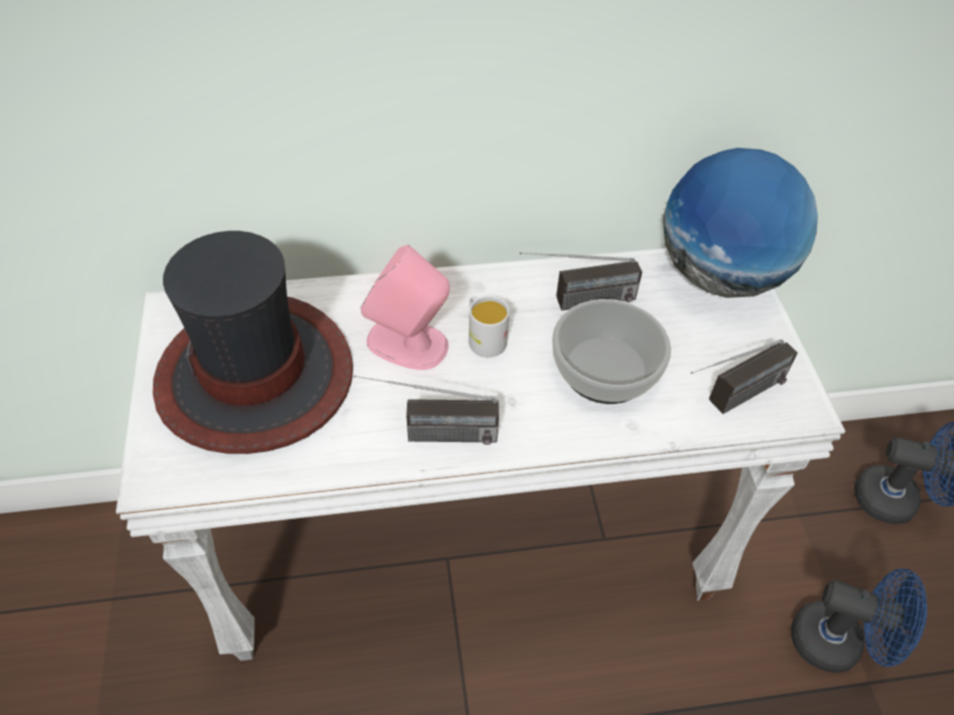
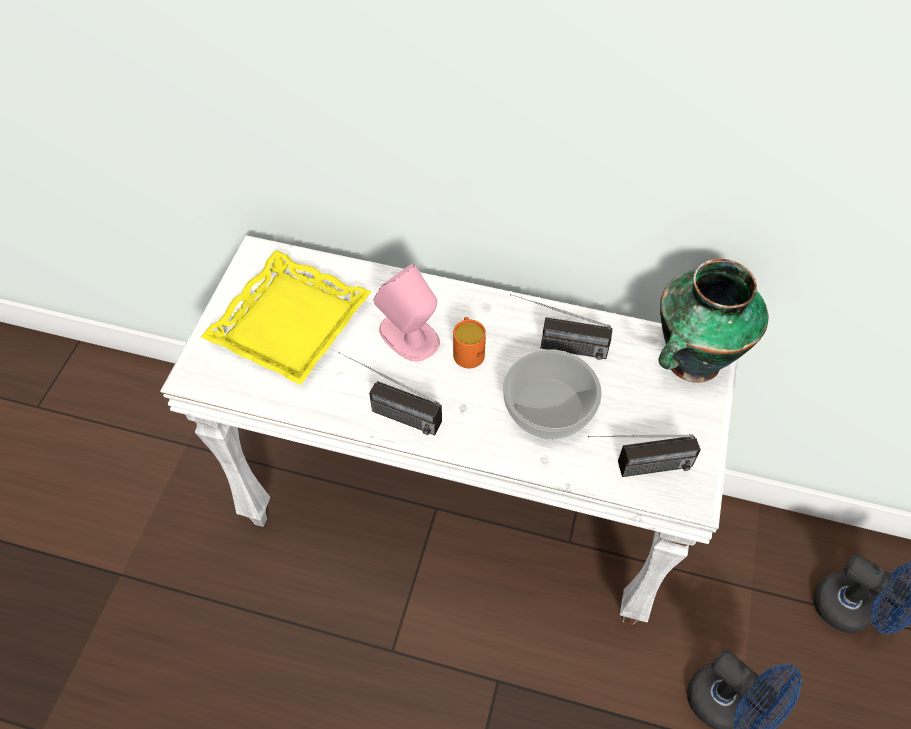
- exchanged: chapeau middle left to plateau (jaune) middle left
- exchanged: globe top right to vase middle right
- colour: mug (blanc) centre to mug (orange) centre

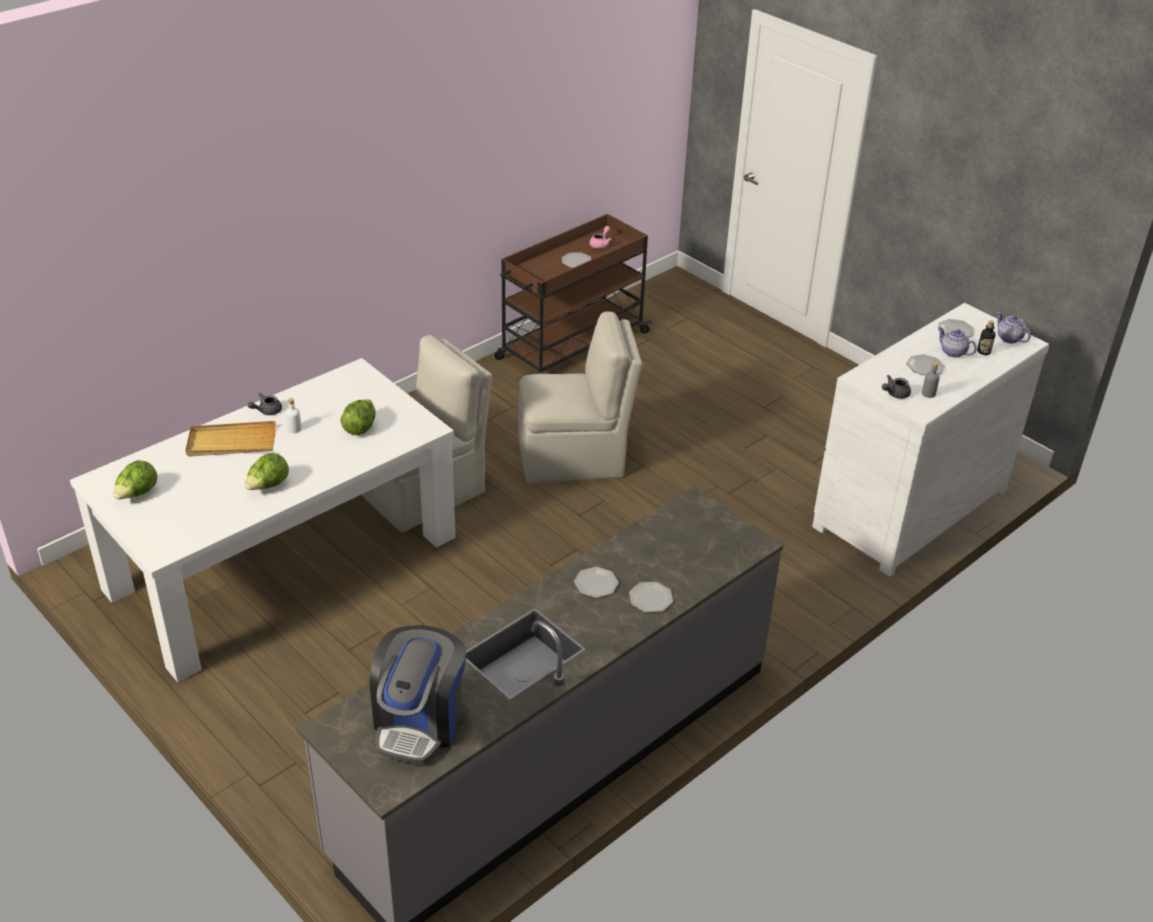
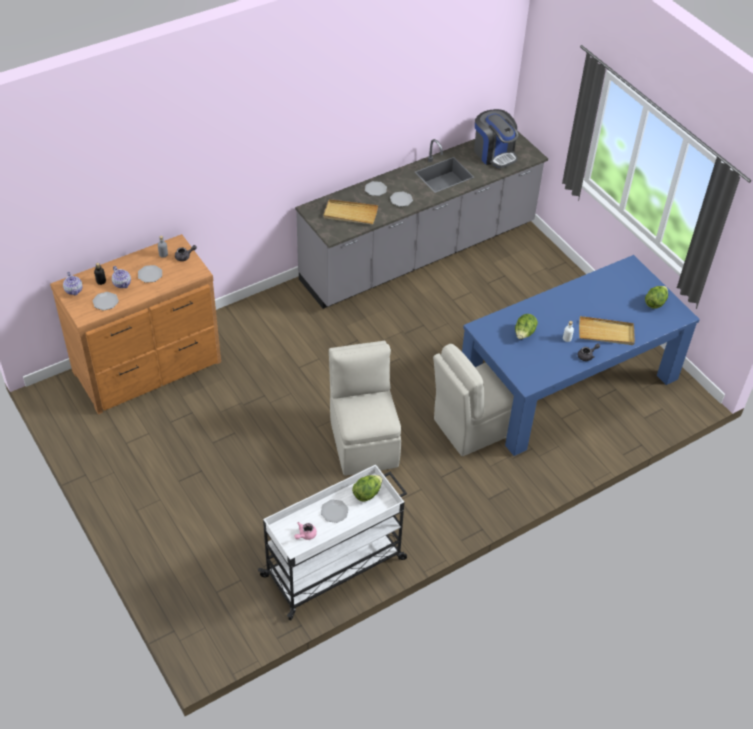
- appeared: plateau (beige) (no. 1 from left) top centre
- relocated: laitue (no. 2 from left in the first image) middle left to laitue (no. 1 from left) bottom centre
- colour: table à manger (blanc) middle left to table à manger (bleu) middle right
- colour: chariot (marron) top centre to chariot (blanc) bottom centre
- colour: commode (blanc) middle right to commode (marron) middle left
- spun: machine à café bottom centre = top centre 120 degrees clockwise
- spun: chaise (beige) (no. 2 from left in the first image) centre = centre 75 degrees clockwise

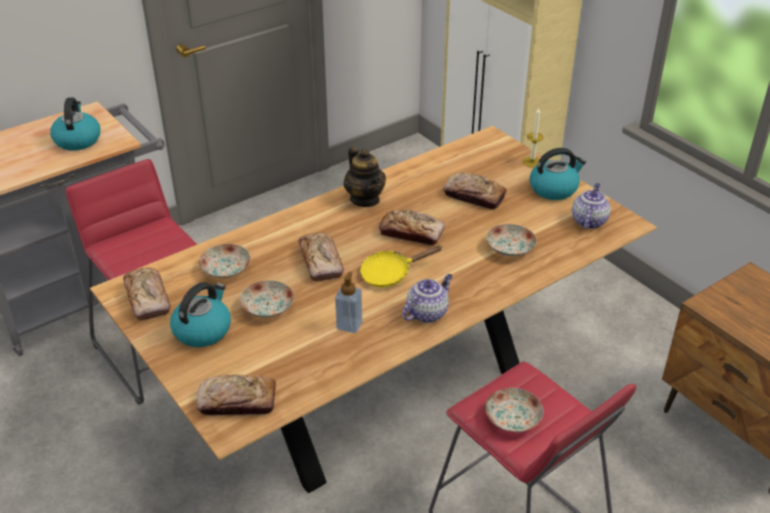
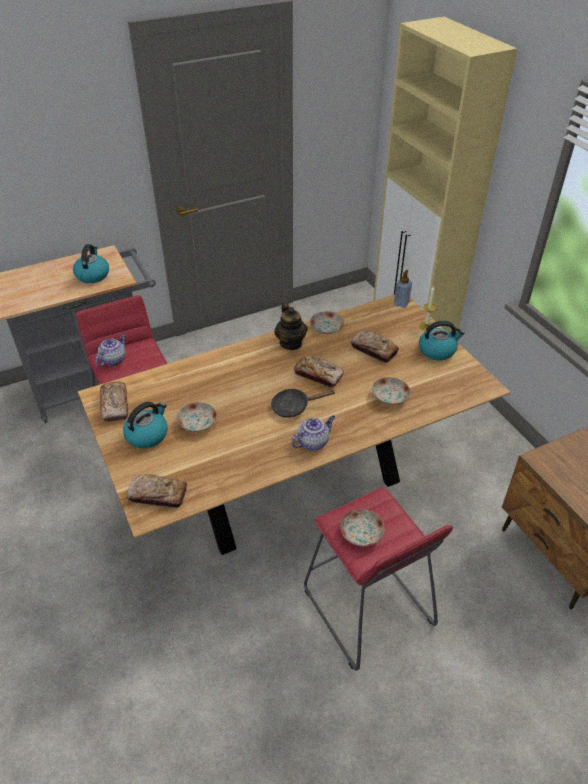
- missing: pain (no. 3 from left) centre
- relocated: assiette (no. 1 from left in the first image) middle left to assiette (no. 2 from left) centre
- relocated: distributeur de savon centre to middle right
- relocated: théière (no. 3 from left in the first image) middle right to théière (no. 1 from left) middle left
- colour: poêle (jaune) centre to poêle (noir) centre

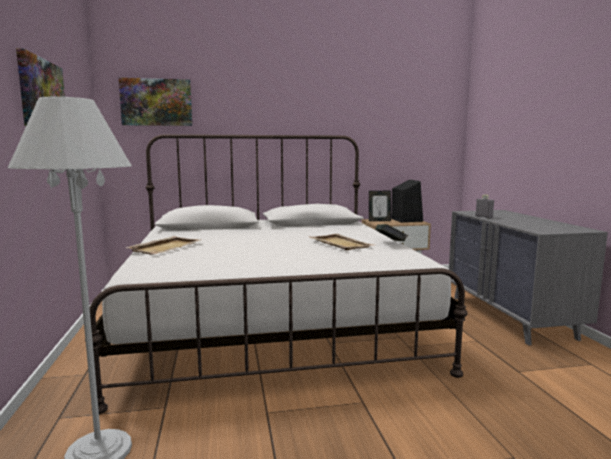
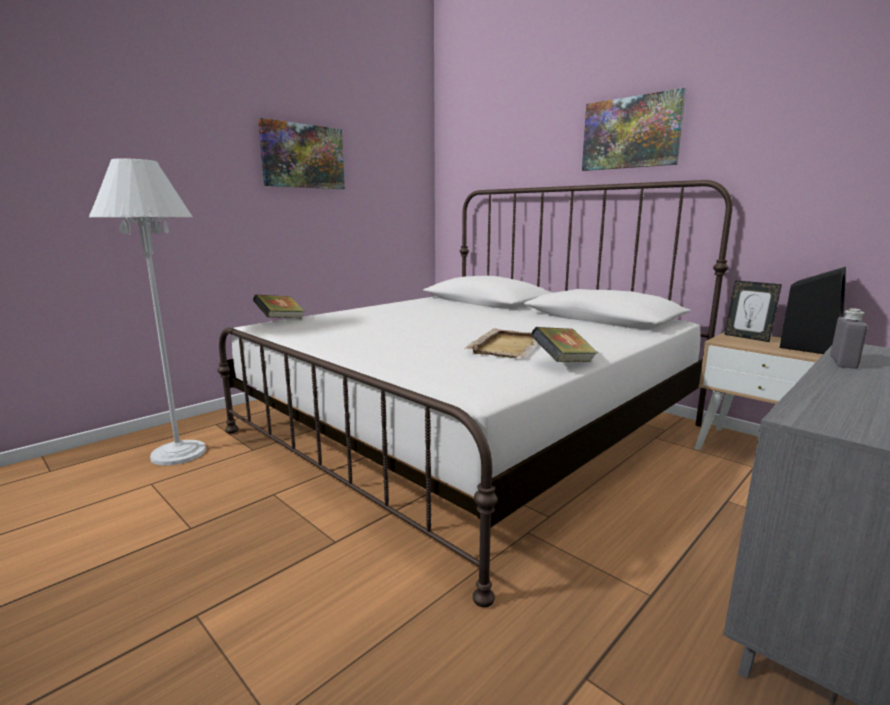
- missing: plateau (beige) (no. 1 from left) middle left
- appeared: livre (no. 1 from left) middle left
- relocated: tableau (no. 2 from left) top left to top right

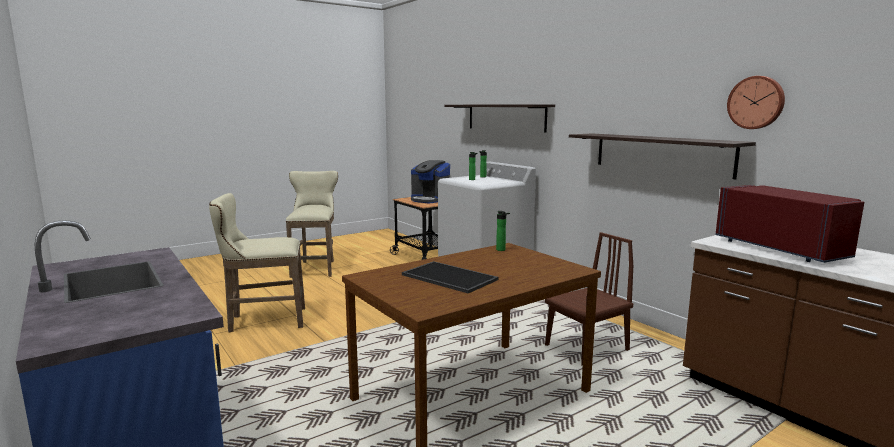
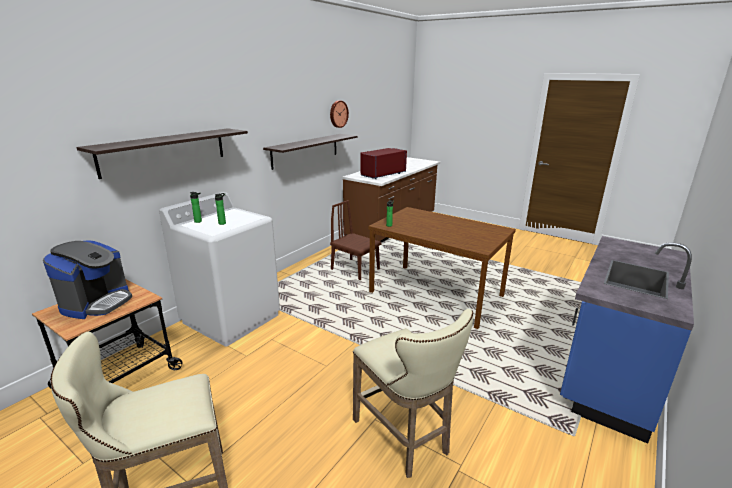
- missing: plateau centre

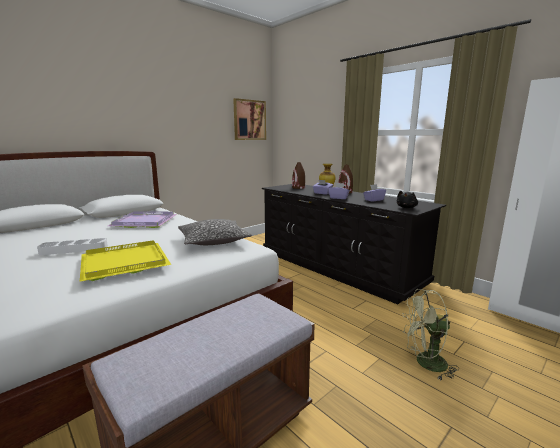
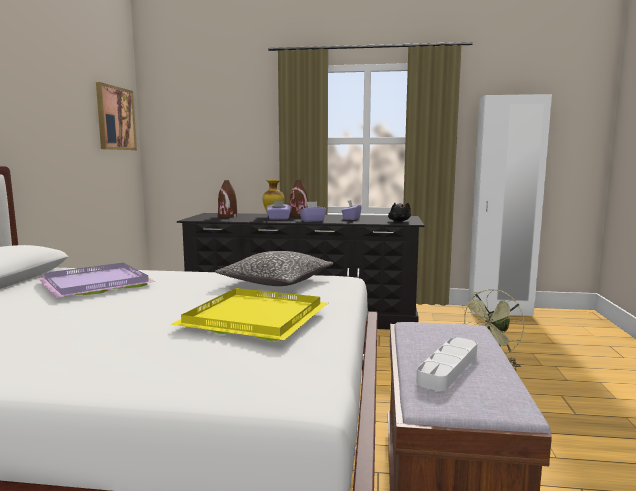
- relocated: plateau (blanc) middle left to bottom right

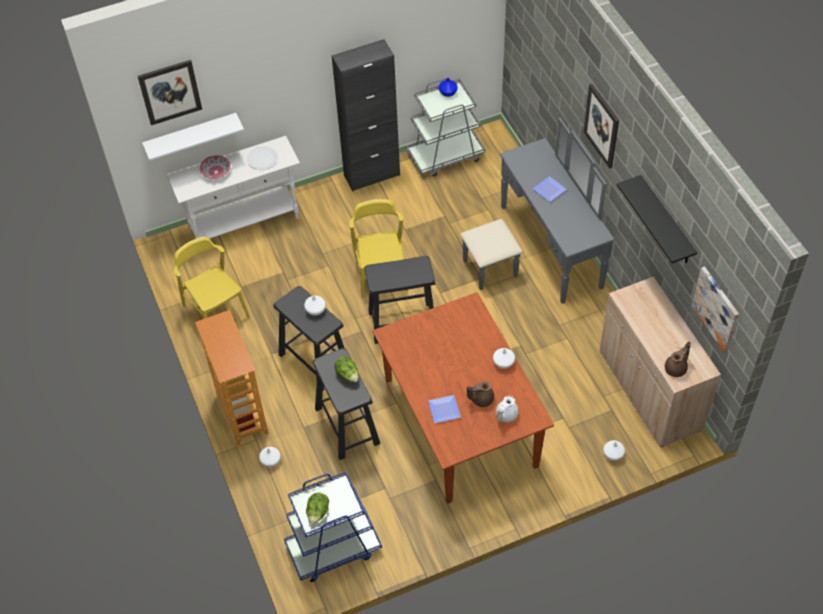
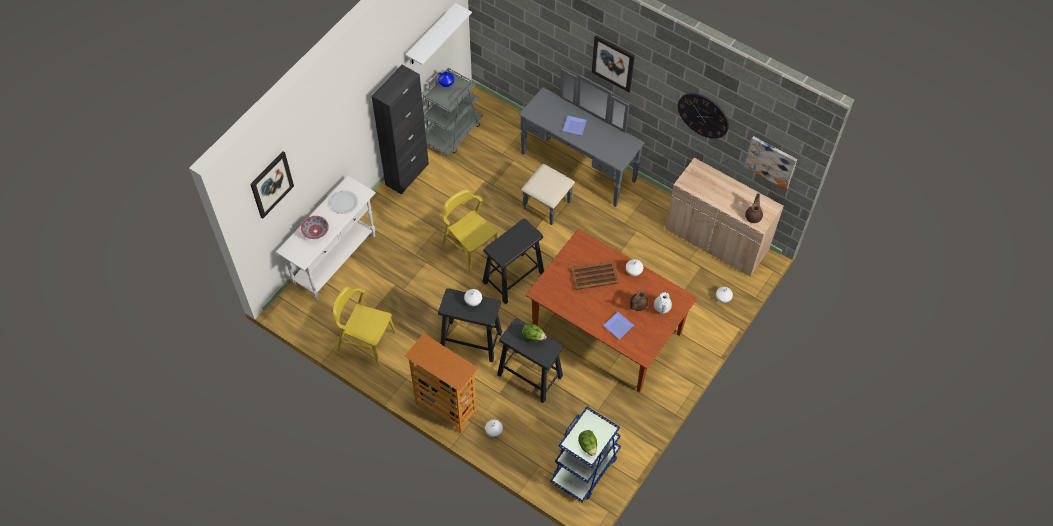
- appeared: plateau (marron) centre
- relocated: étagère (blanc) top left to top centre
- exchanged: étagère (noir) middle right to horloge murale top right

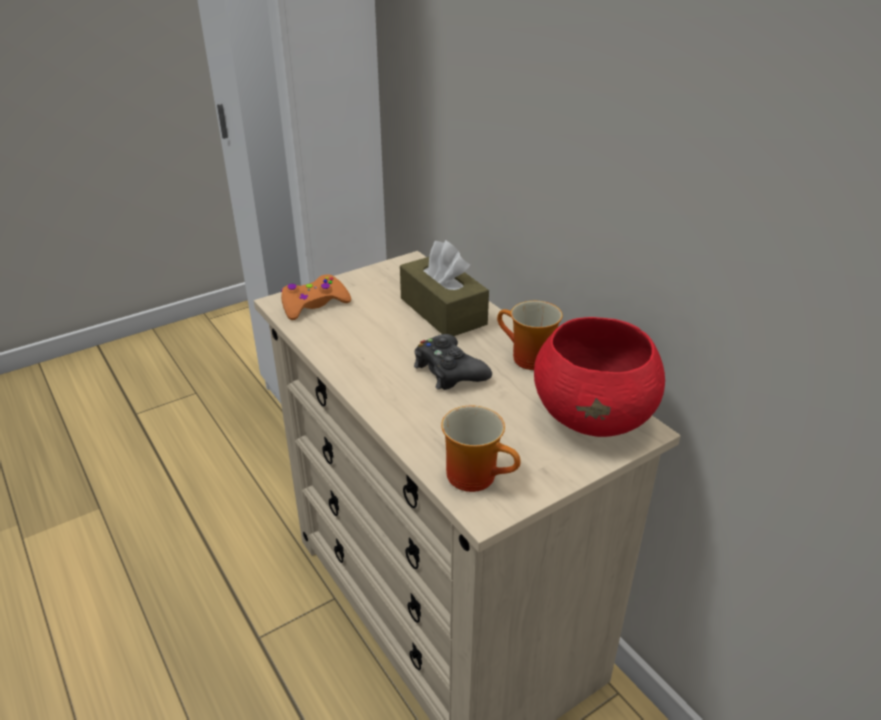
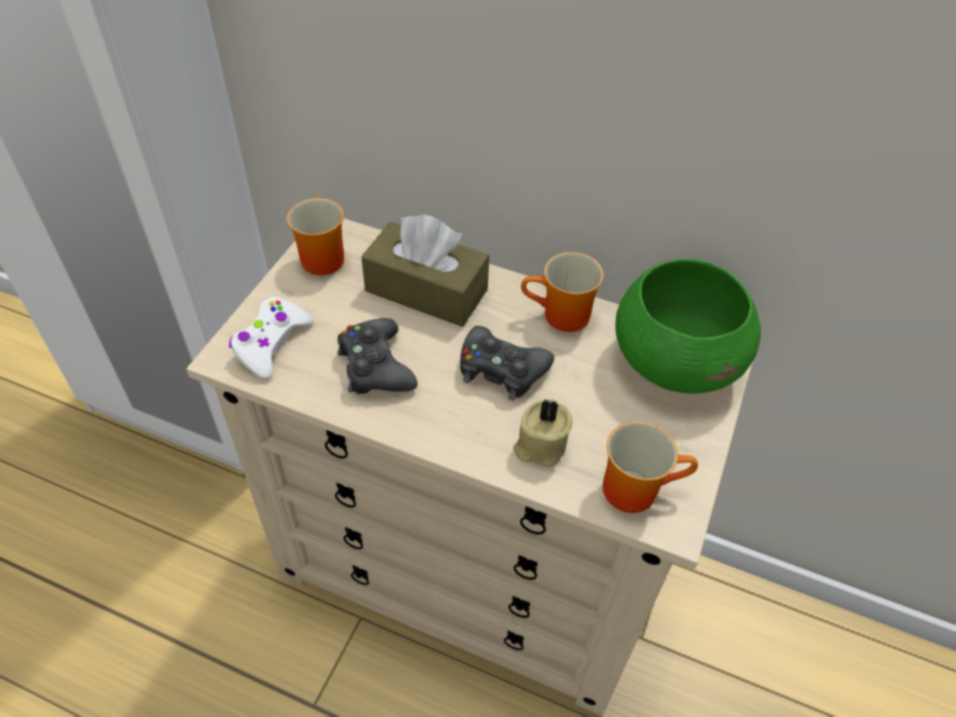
- appeared: mug (no. 1 from left) top left
- appeared: manette (noir) (no. 1 from left) centre
- appeared: bougie (beige) centre
- colour: manette (orange) centre to manette (blanc) middle left
- colour: bol (rouge) middle right to bol (vert) middle right

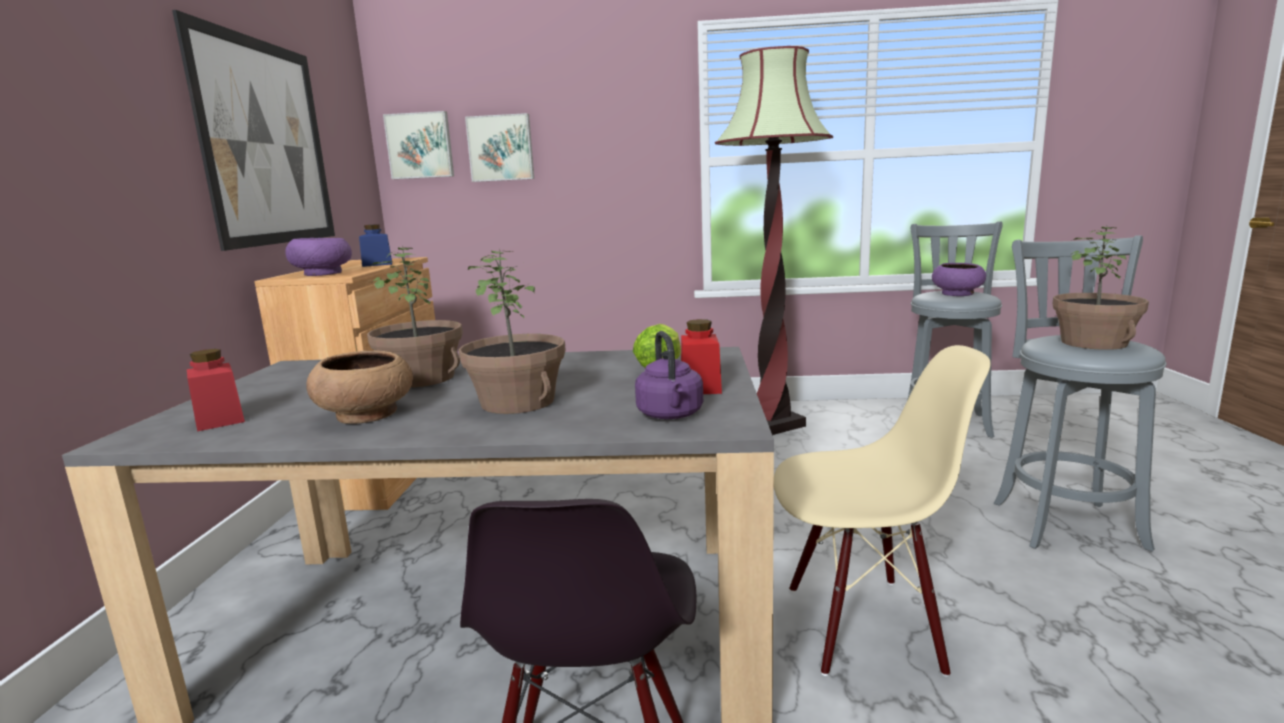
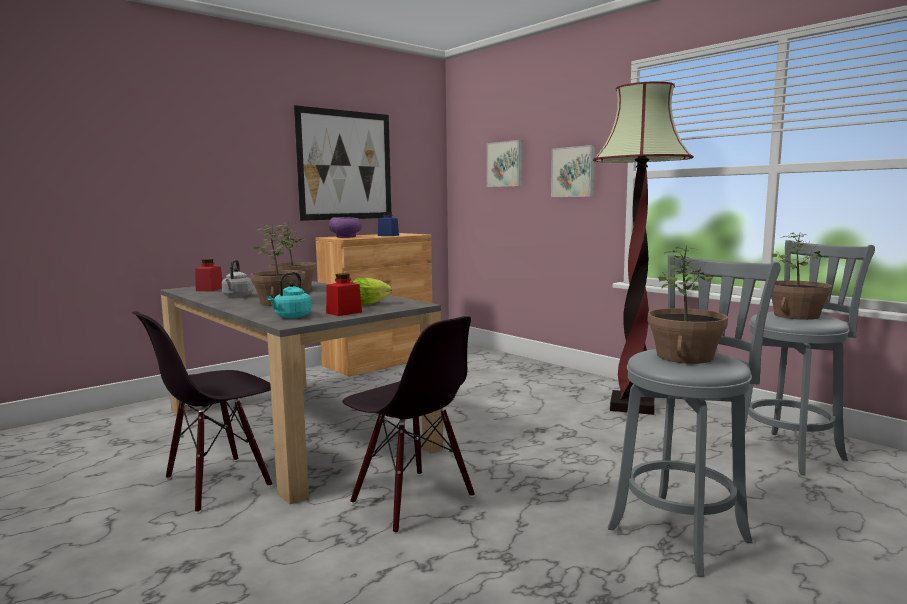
- relocated: tableau (no. 2 from left in the first image) top left to tableau (no. 3 from left) top centre
- exchanged: bol (marron) middle left to bouilloire (gris) middle left
- exchanged: bol (violet) (no. 2 from left) middle right to plante en pot (no. 4 from left) middle right
- colour: bouilloire (violet) centre to bouilloire (turquoise) middle left
- colour: chaise (beige) bottom right to chaise (noir) (no. 2 from left) bottom centre

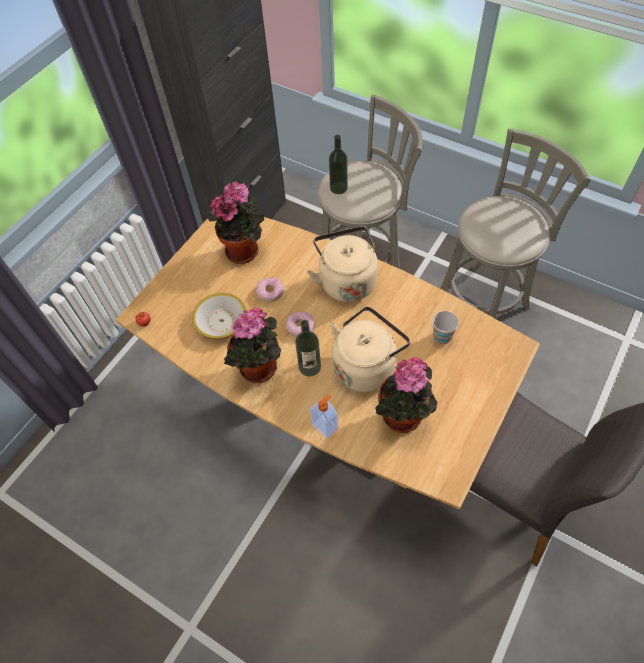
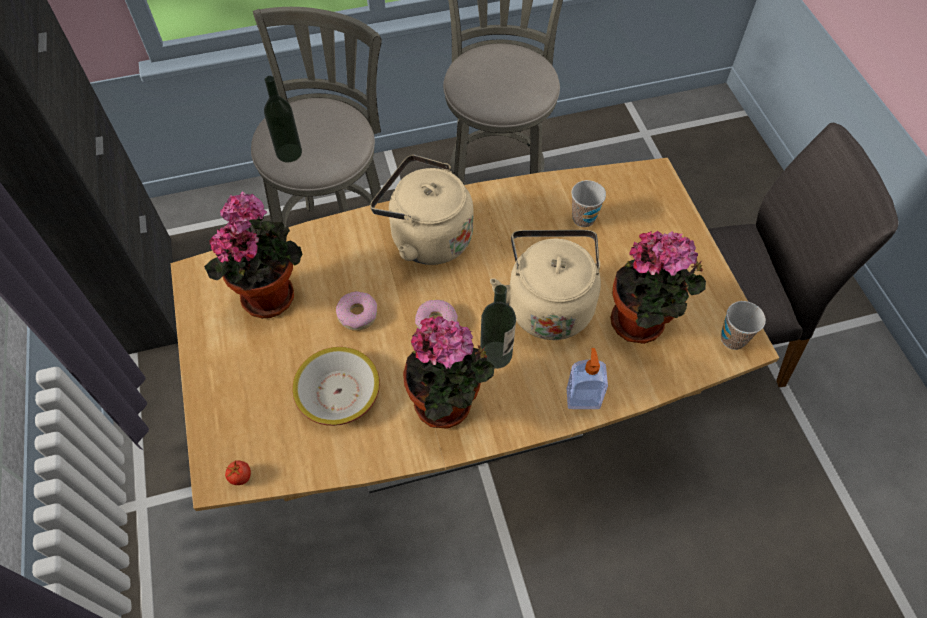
- appeared: tasse (no. 2 from left) middle right

